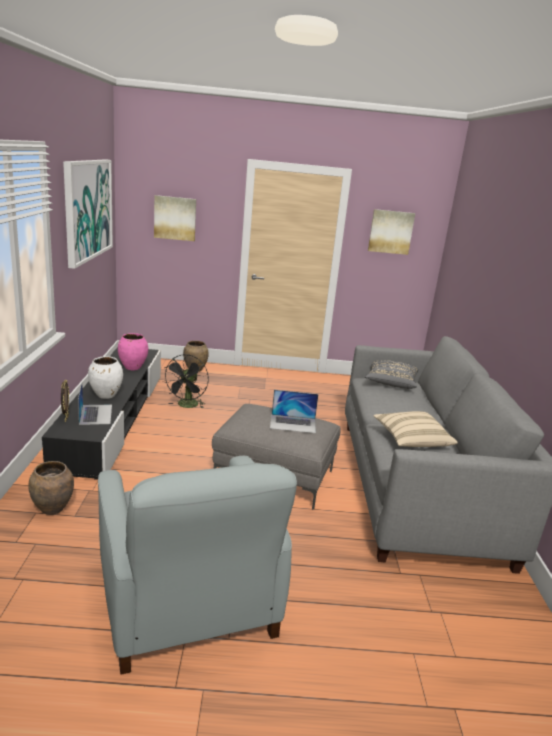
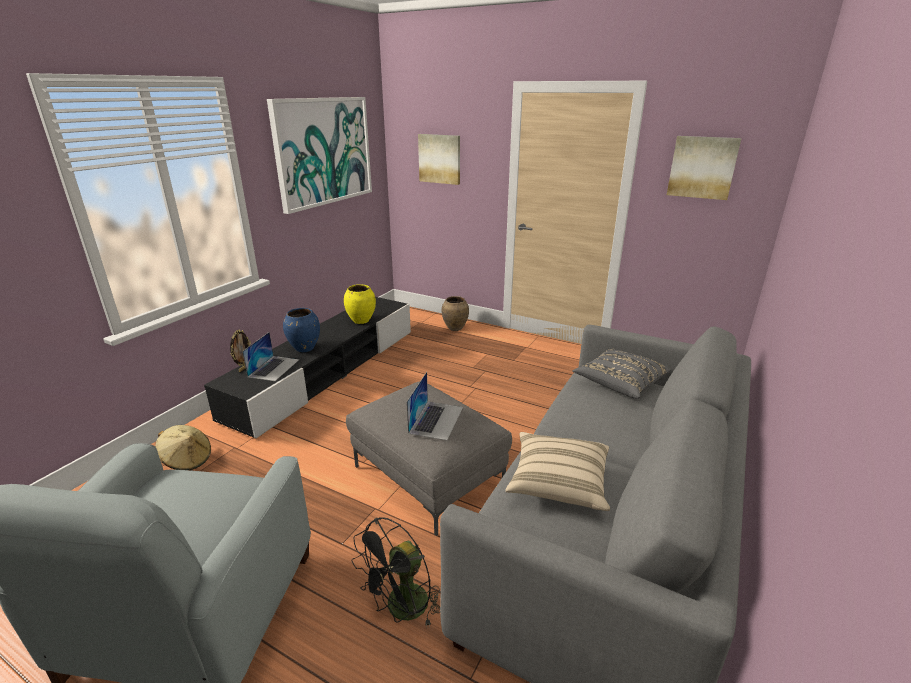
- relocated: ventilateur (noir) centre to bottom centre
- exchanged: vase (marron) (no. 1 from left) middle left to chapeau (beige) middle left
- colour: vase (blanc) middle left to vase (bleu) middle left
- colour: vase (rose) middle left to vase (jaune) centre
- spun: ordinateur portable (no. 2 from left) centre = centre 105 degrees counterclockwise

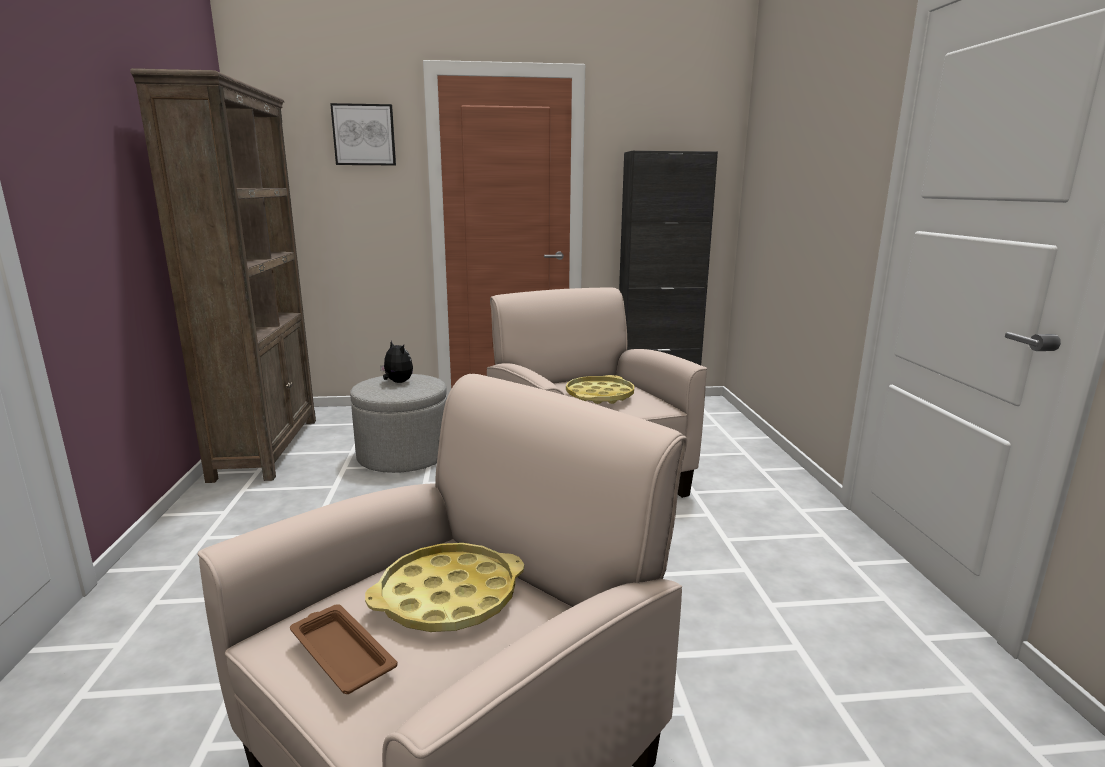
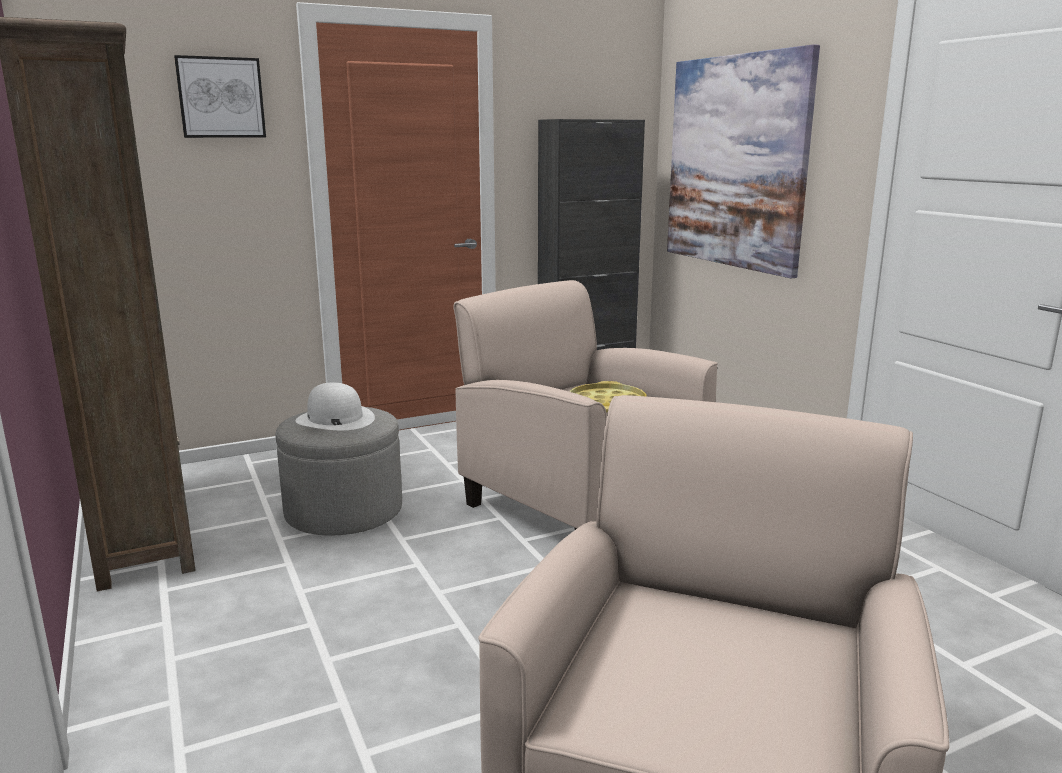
- missing: plateau (marron) bottom left
- missing: plateau (jaune) (no. 1 from left) bottom centre
- appeared: tableau (no. 2 from left) top right
- exchanged: peluche centre to chapeau (blanc) middle left

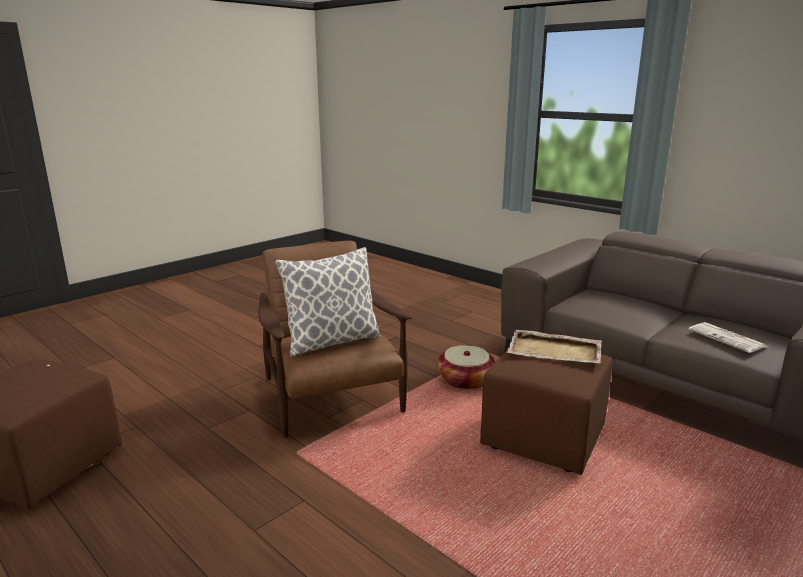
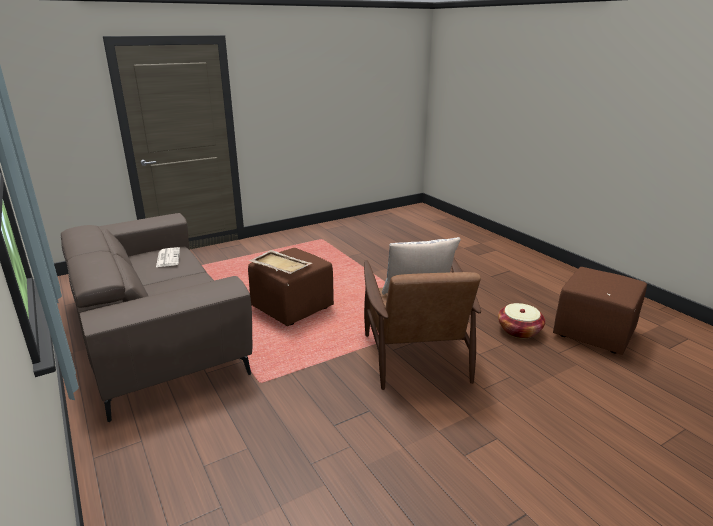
- relocated: panier centre to middle right

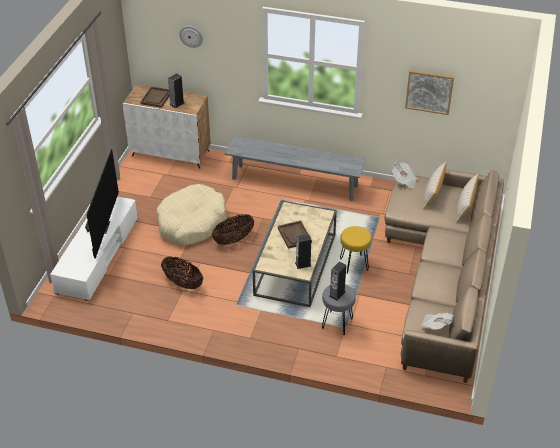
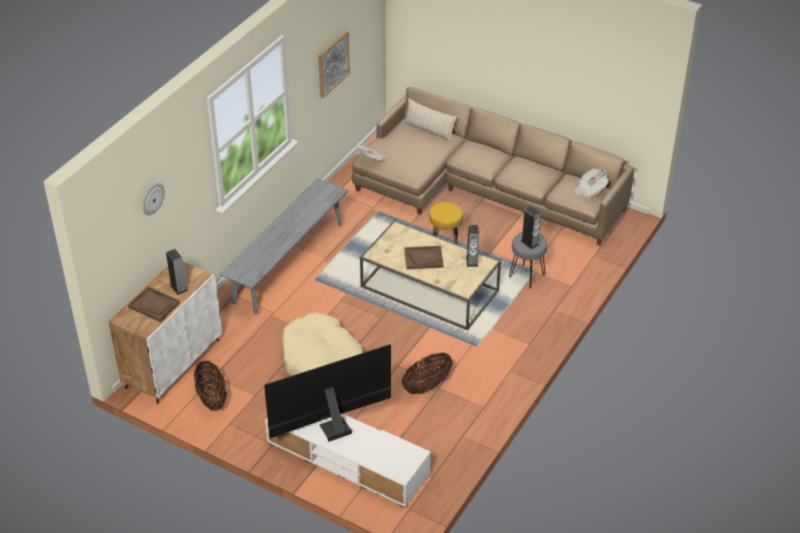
- missing: coussin (beige) (no. 1 from left) middle right
- relocated: panier (no. 2 from left in the first image) centre to panier (no. 1 from left) bottom left
- spun: téléviseur middle left = bottom centre 45 degrees counterclockwise

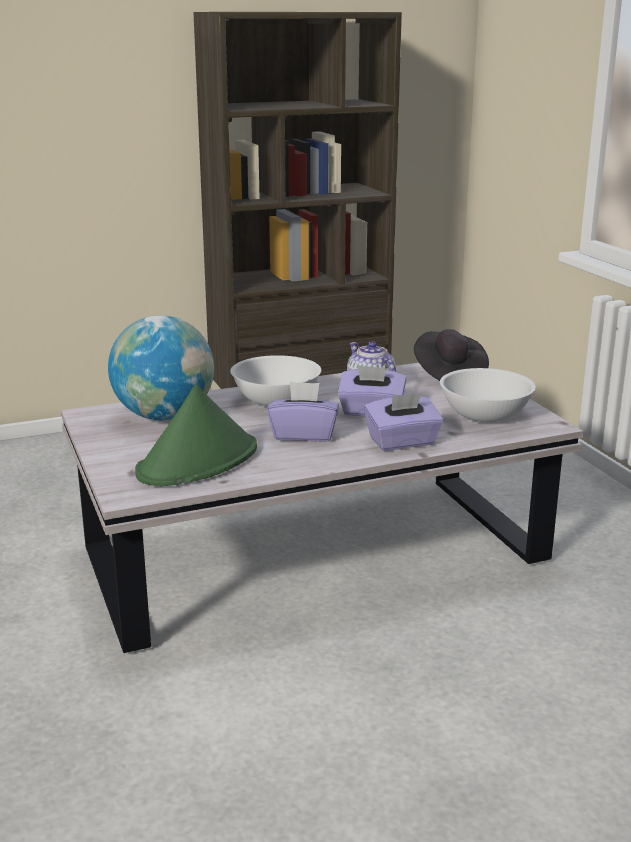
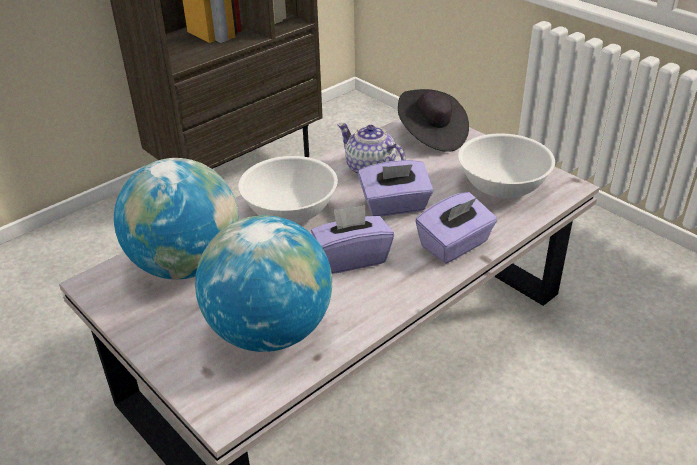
- exchanged: chapeau (vert) middle left to globe (no. 2 from left) centre

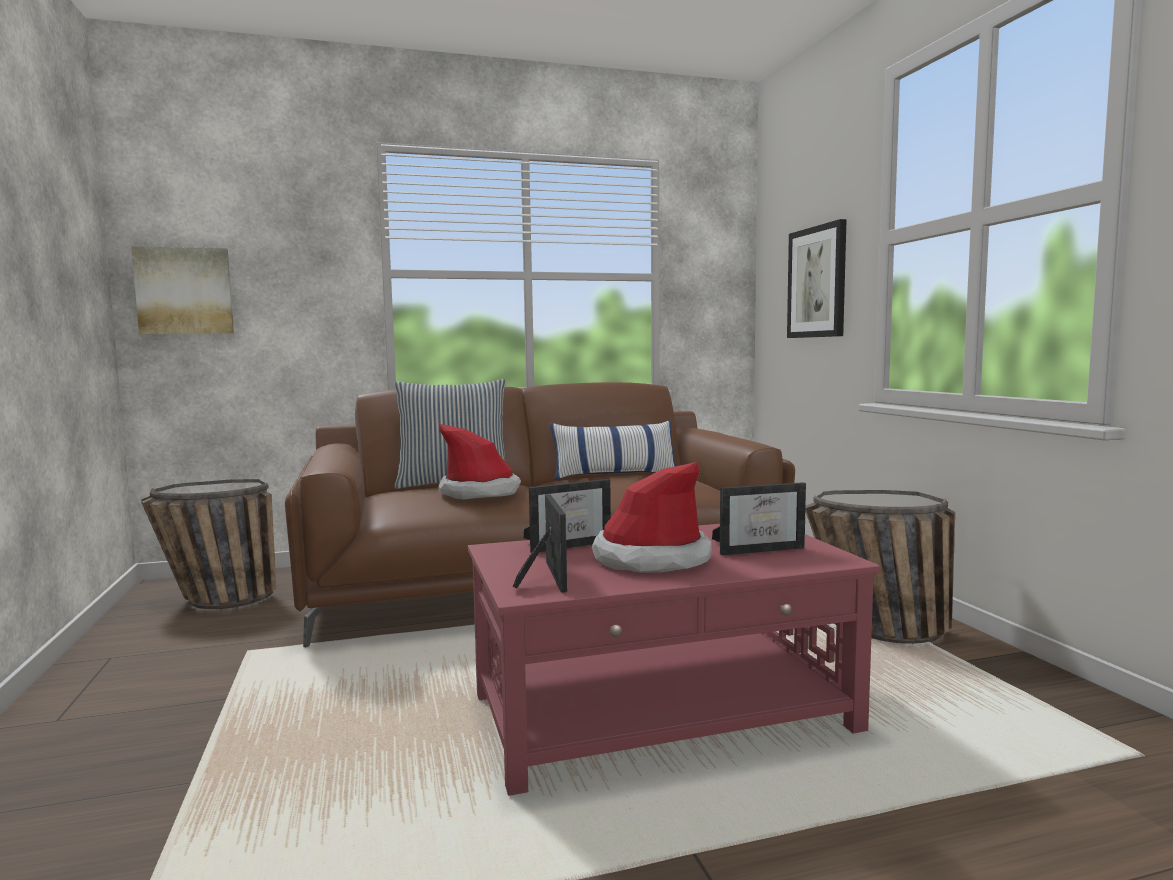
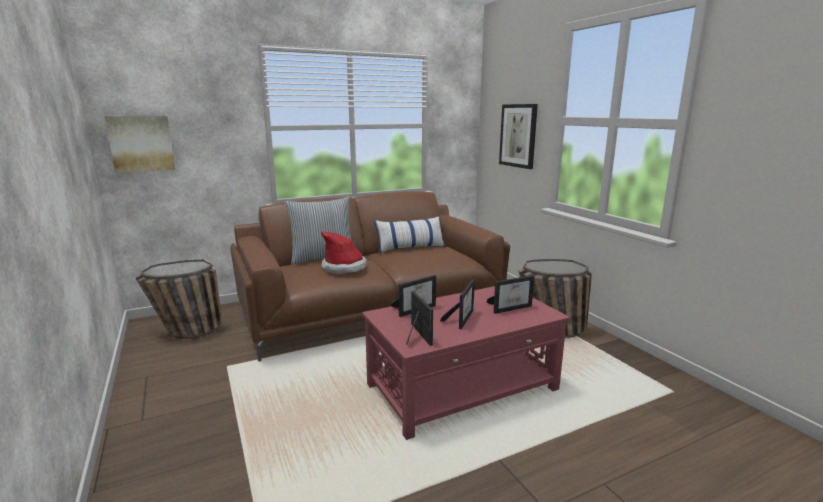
- exchanged: chapeau (no. 2 from left) centre to cadre photo (no. 3 from left) centre

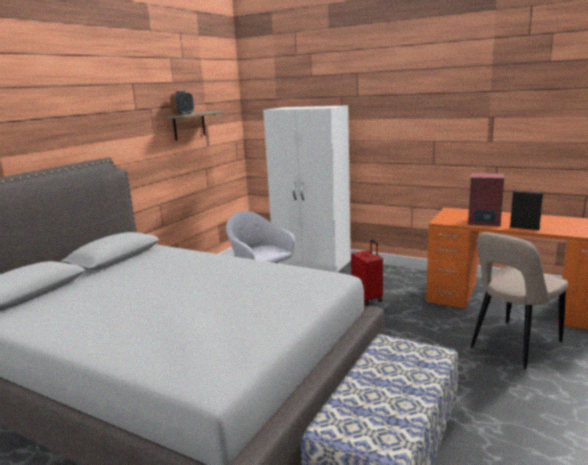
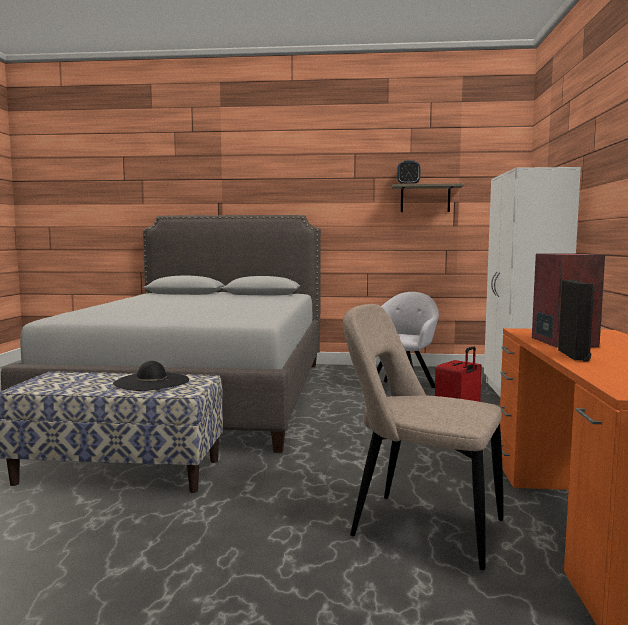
- appeared: chapeau (noir) middle left

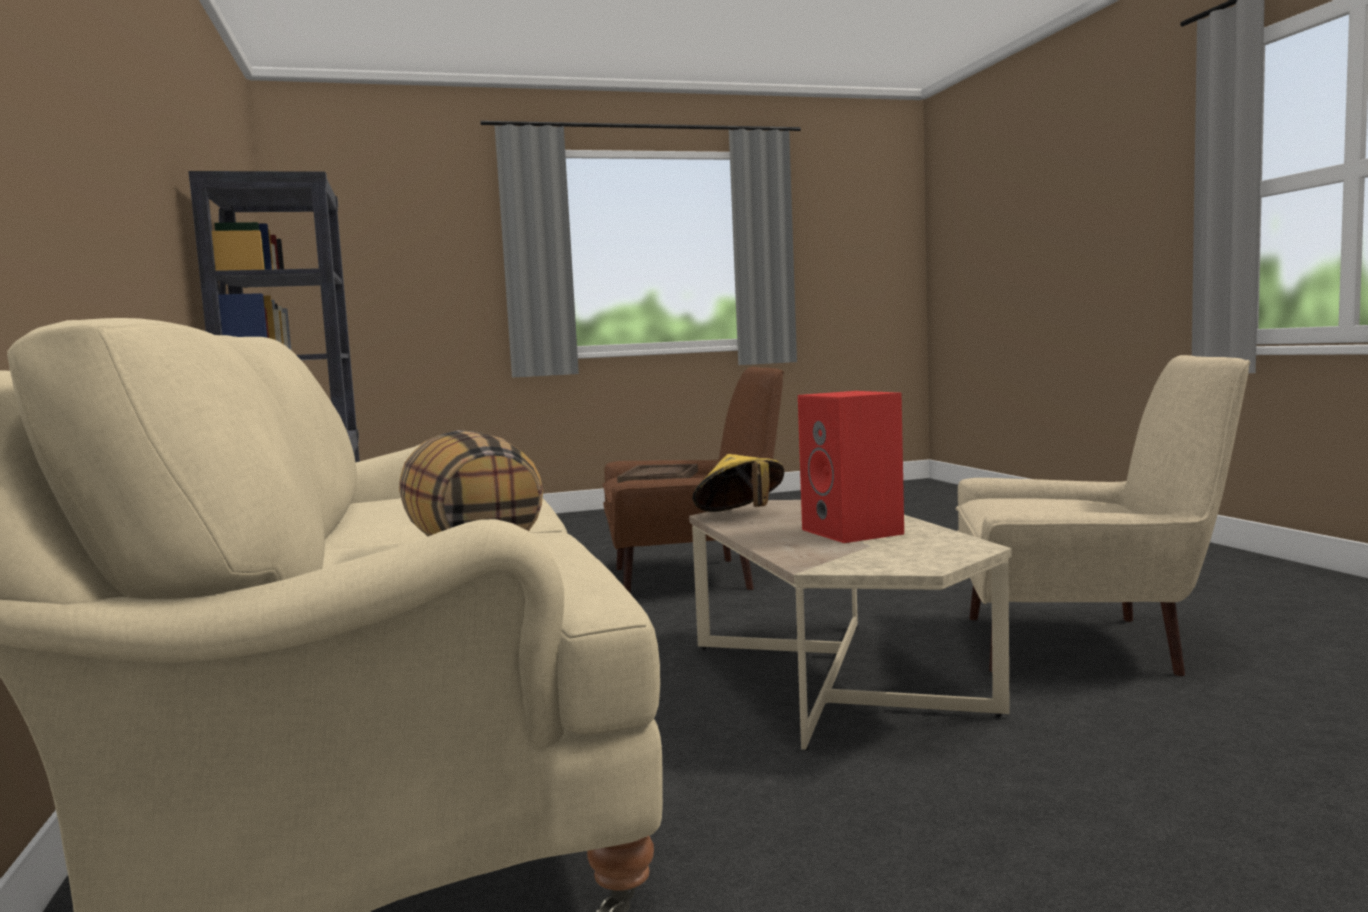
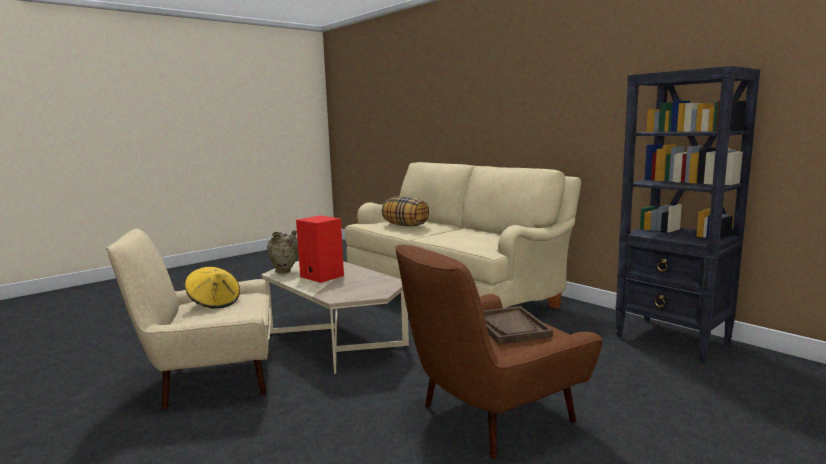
- appeared: vase (beige) centre
- relocated: chapeau (jaune) centre to middle left

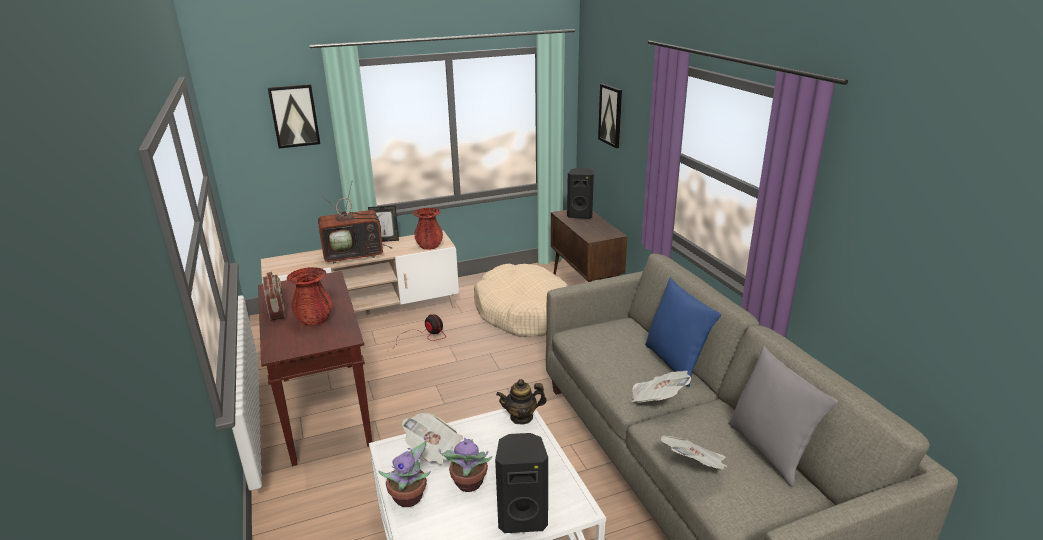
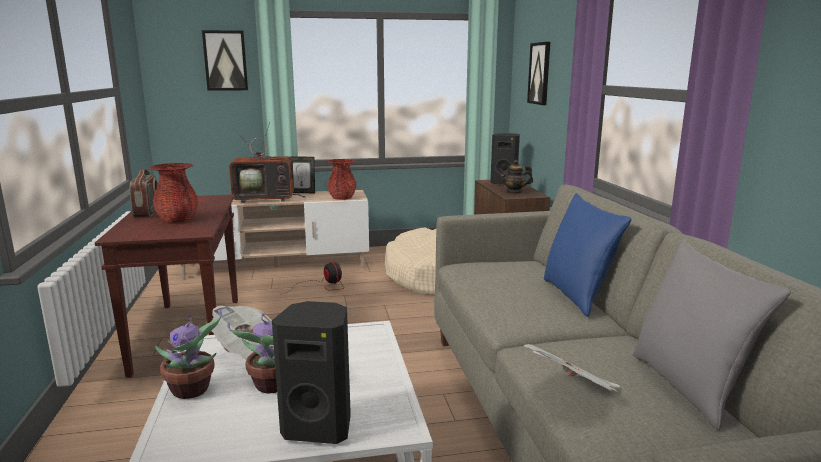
- missing: journal (no. 2 from left) bottom centre
- relocated: théière bottom centre to centre

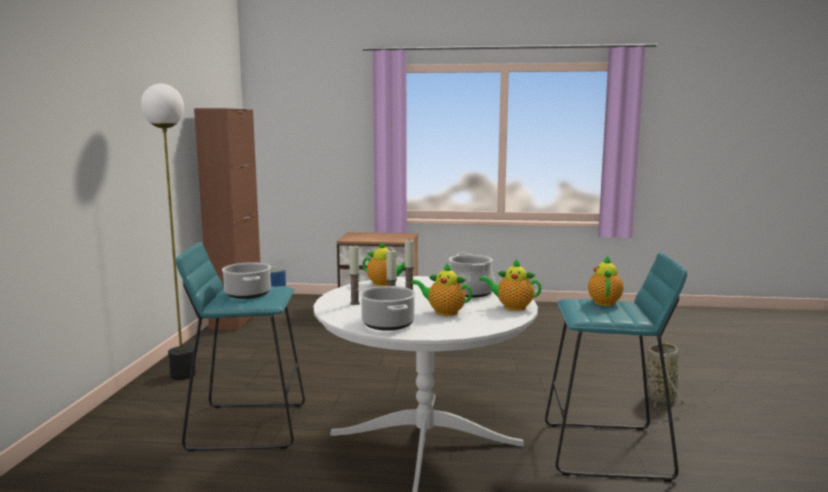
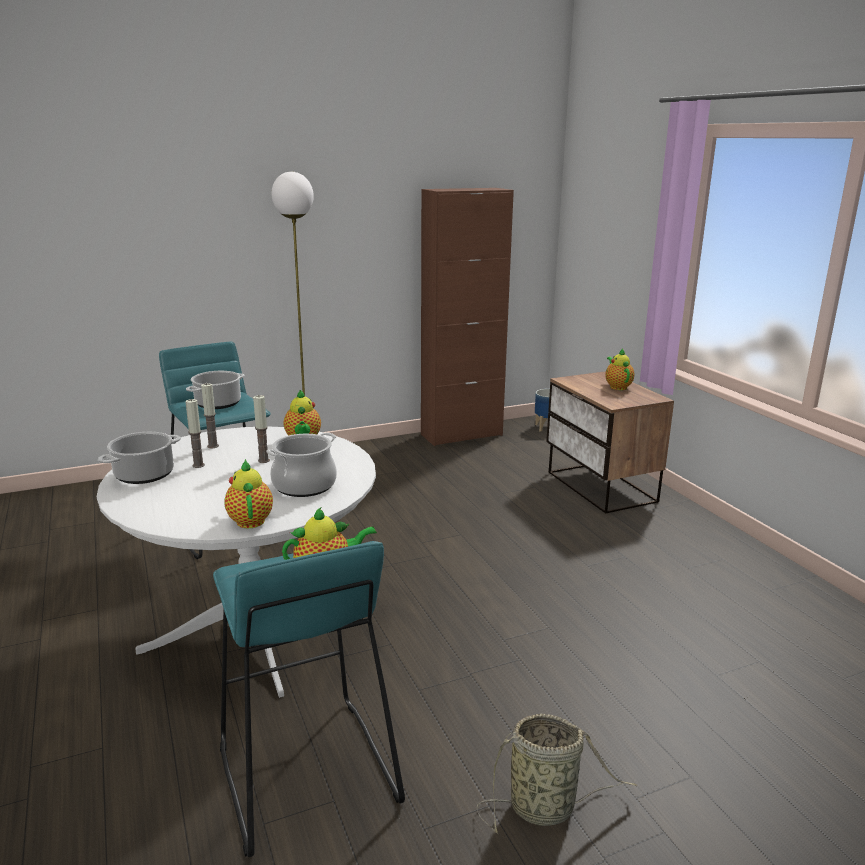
- relocated: théière (no. 2 from left in the first image) centre to théière (no. 4 from left) middle right

